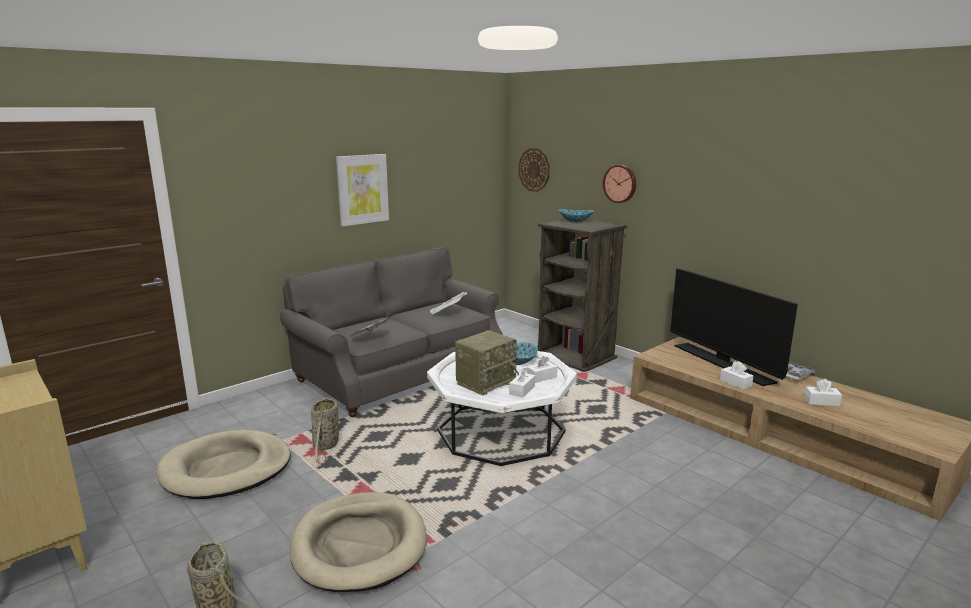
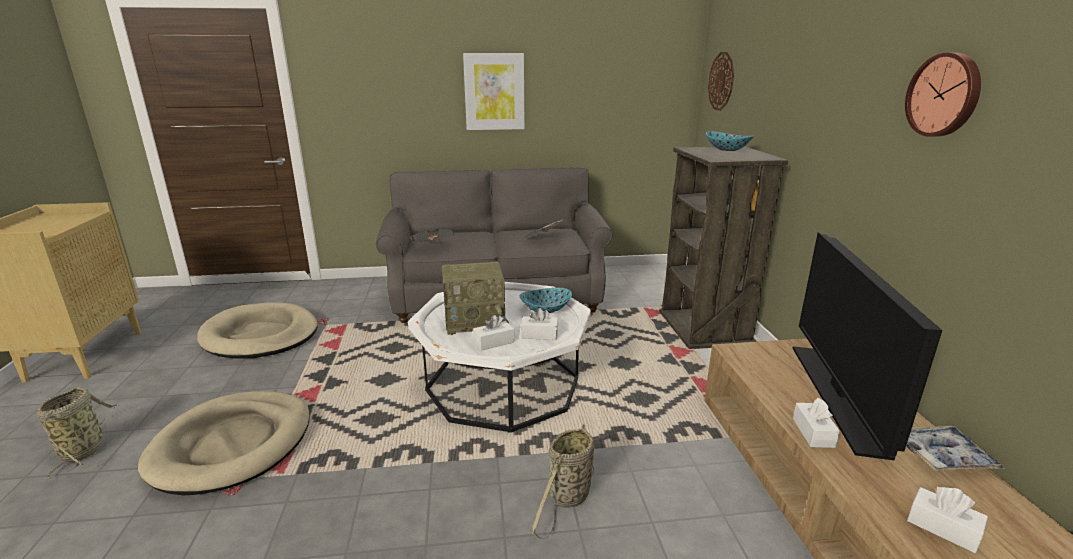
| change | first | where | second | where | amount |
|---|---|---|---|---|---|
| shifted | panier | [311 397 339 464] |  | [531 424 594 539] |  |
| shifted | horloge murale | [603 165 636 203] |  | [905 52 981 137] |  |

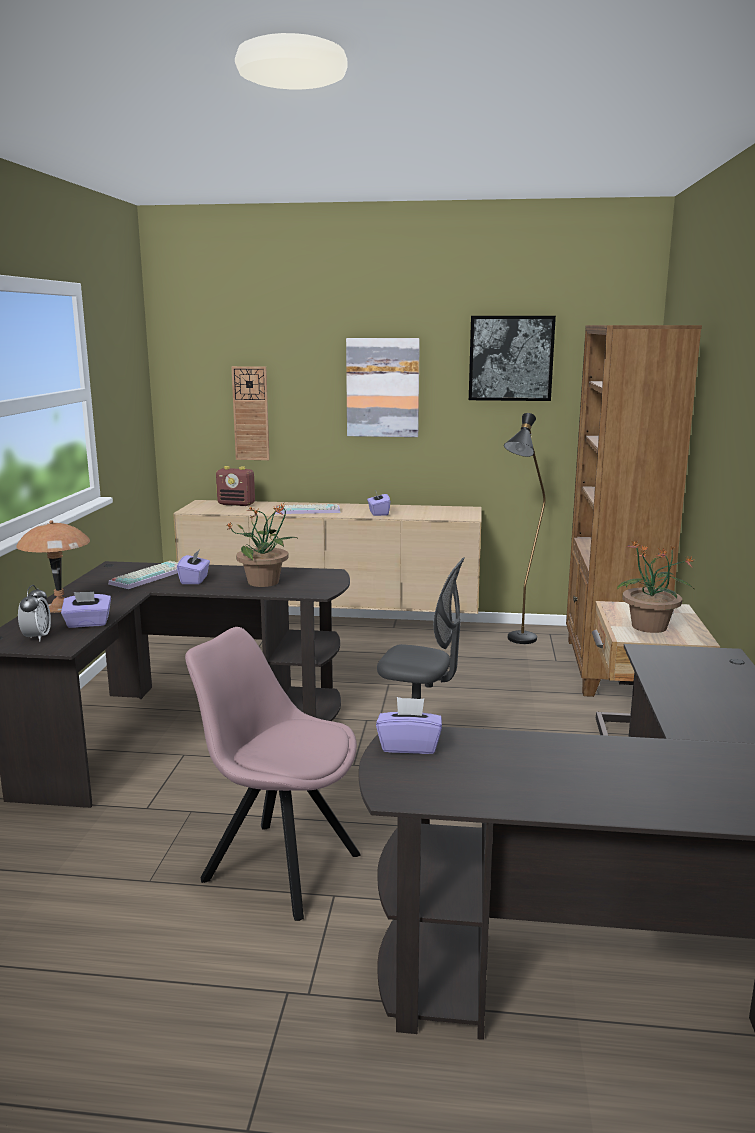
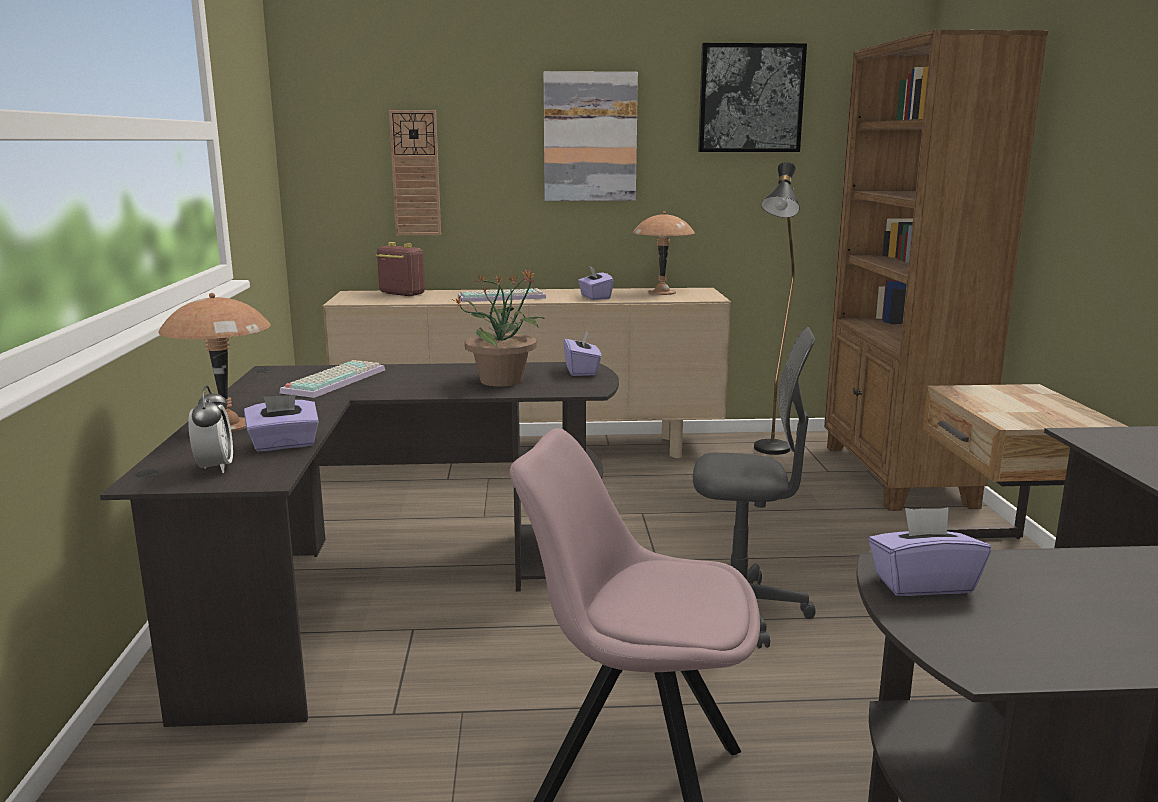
| change | first | where | second | where | amount |
|---|---|---|---|---|---|
| shifted | boîte à mouchoirs (violet) | [177 550 210 584] |  | [563 331 601 376] |  |
| rotated | radio | [216 466 255 506] |  | [376 242 425 296] | 150 degrees counterclockwise |
| gone | plante en pot | [617 541 695 633] |  |  |  |
| new |  |  | lampe de table (marron) | [633 211 695 295] |  |

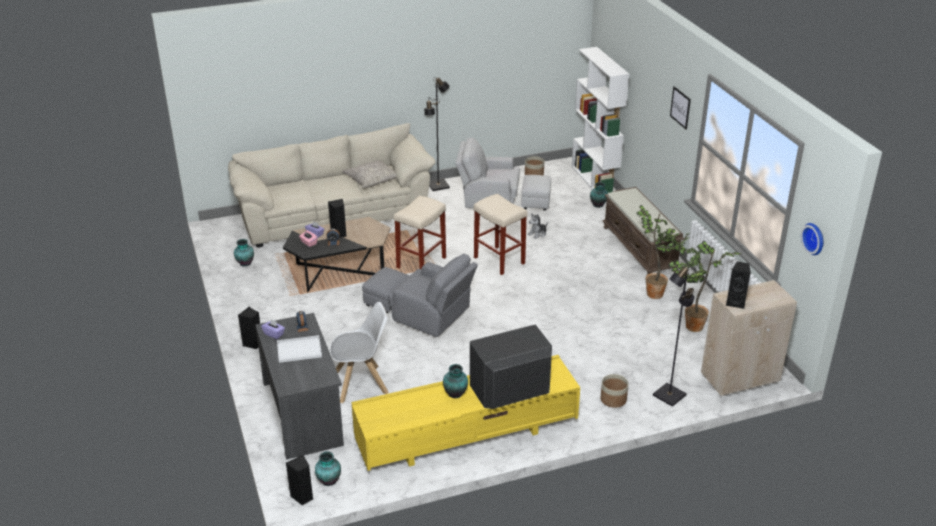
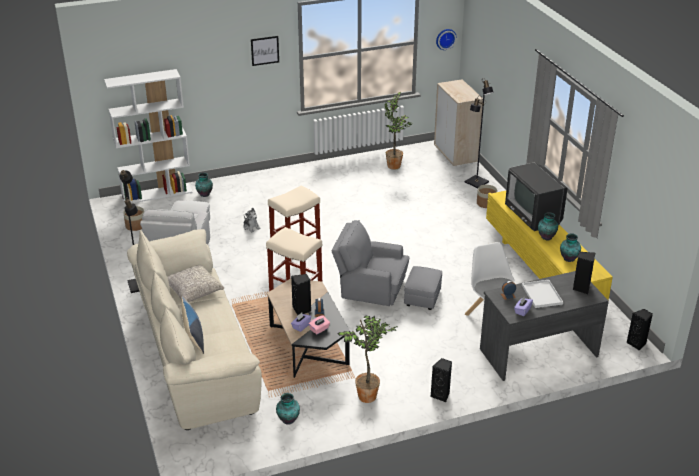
| change | first | where | second | where | amount |
|---|---|---|---|---|---|
| shifted | vase | [315 451 341 486] |  | [560 233 581 262] |  |
| rotated | fauteuil (gris) | [362 253 478 337] |  | [331 220 442 310] | 105 degrees counterclockwise |
| gone | banc (marron) | [602 187 684 275] |  |  |  |
| shifted | plante en pot | [636 205 690 299] |  | [337 316 398 403] |  |
| shifted | enceinte (noir) | [726 262 751 309] |  | [573 252 595 294] |  |
| new |  |  | coussin | [181 297 204 354] |  |

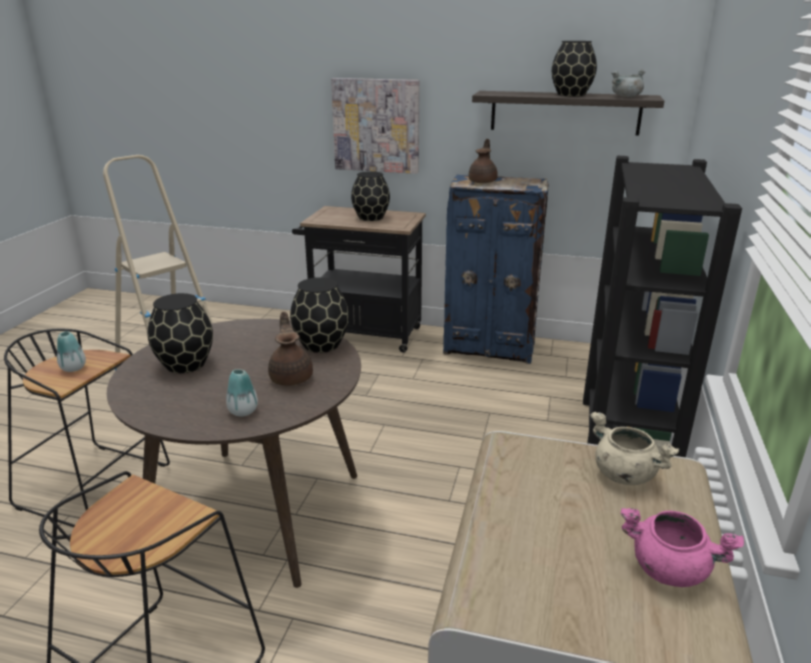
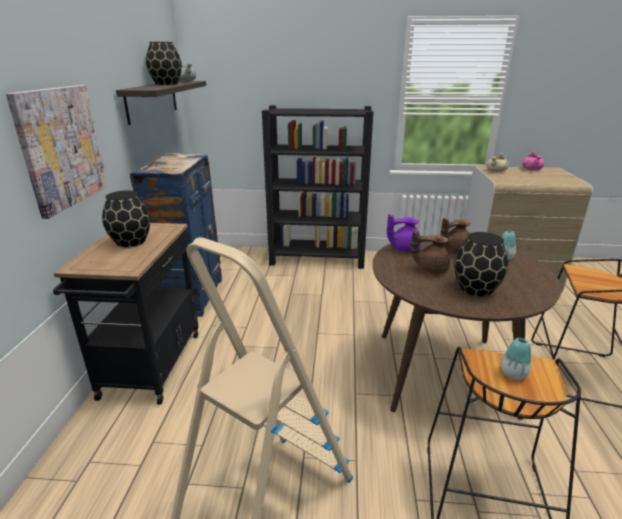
| change | first | where | second | where | amount |
|---|---|---|---|---|---|
| swapped | vase (noir) | [290 277 349 353] | théière (violet) | [387 214 421 252] |  |
| shifted | théière (marron) | [469 139 498 183] |  | [411 230 450 274] |  |

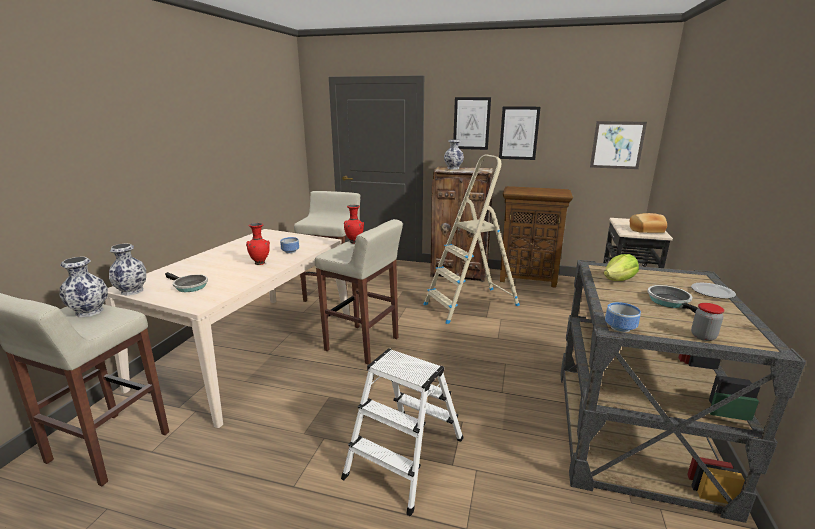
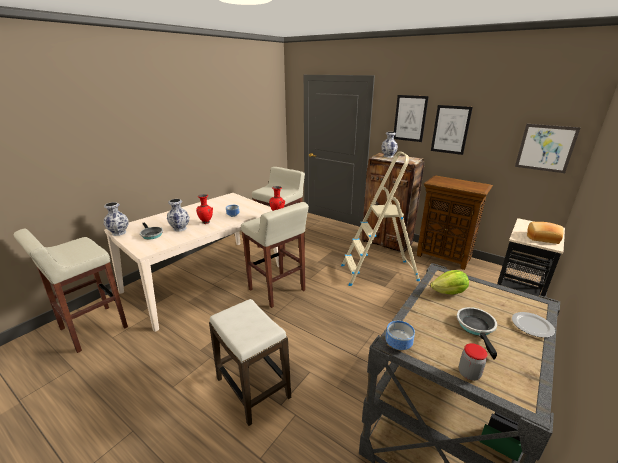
| change | first | where | second | where | amount |
|---|---|---|---|---|---|
| shifted | vase | [60 257 108 318] |  | [167 199 189 232] |  |
| swapped | escabeau (blanc) | [341 348 464 516] | tabouret | [209 299 291 426] |  |

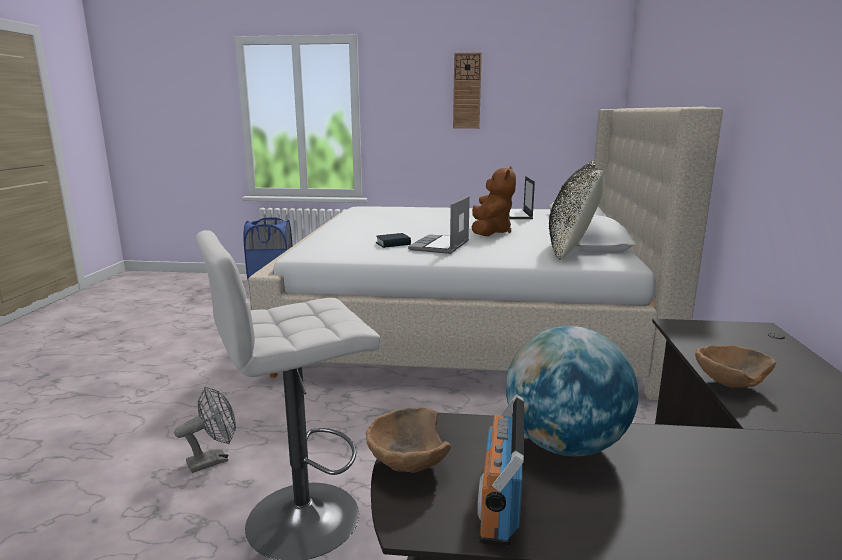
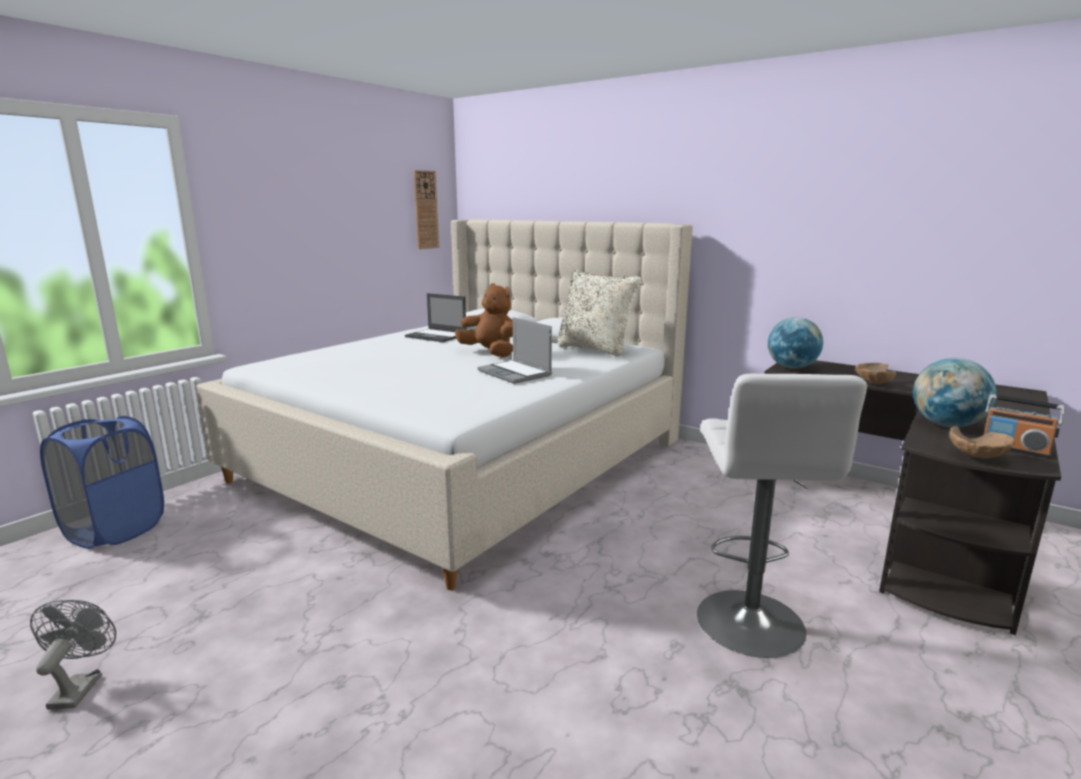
| change | first | where | second | where | amount |
|---|---|---|---|---|---|
| shifted | ventilateur (gris) | [174 387 236 473] |  | [30 600 116 710] |  |
| gone | livre | [376 233 411 248] |  |  |  |
| shifted | horloge murale | [453 53 482 129] |  | [413 170 439 249] |  |
| new |  |  | globe | [768 317 823 369] |  |

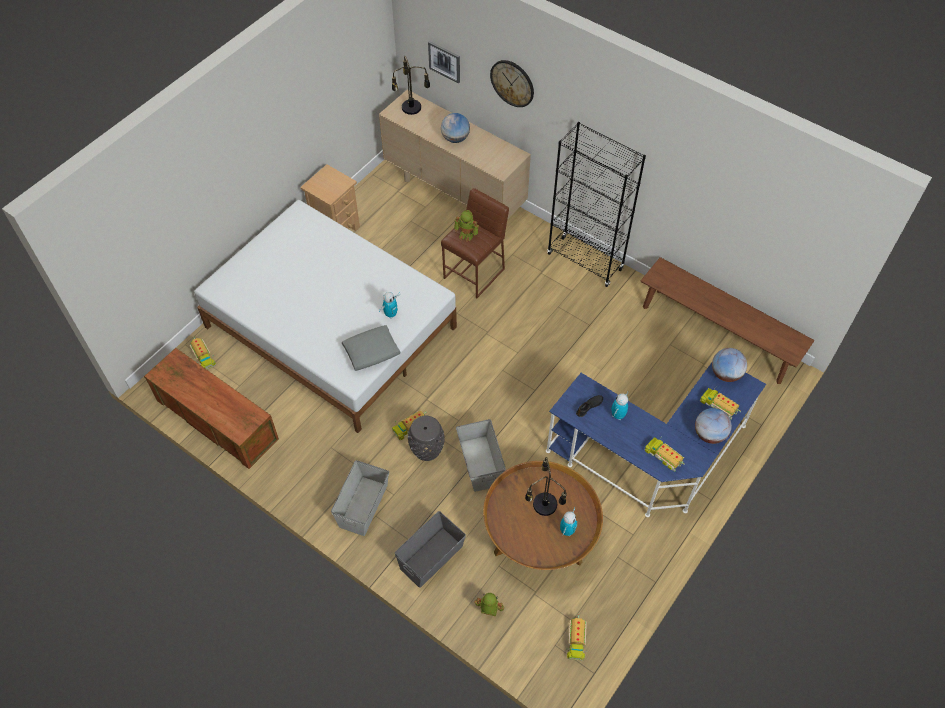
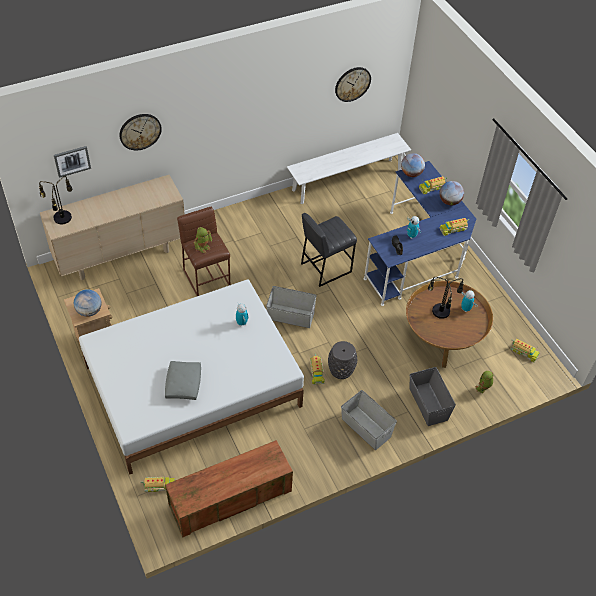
| change | first | where | second | where | amount |
|---|---|---|---|---|---|
| shifted | coussin (gris) | [342 325 401 371] |  | [165 361 201 400] |  |
| shifted | globe | [441 113 470 143] |  | [74 289 101 317] |  |
| shifted | boîte de rangement (gris) | [456 419 506 492] |  | [266 286 317 328] |  |
| gone | bibliothèque (noir) | [547 122 646 287] |  |  |  |
| repainted | banc (marron) | [641 257 815 384] | banc (blanc) | [287 133 411 204] |  |
| new |  |  | tabouret (gris) | [301 213 357 287] |  |
| new |  |  | horloge murale | [335 67 371 102] |  |

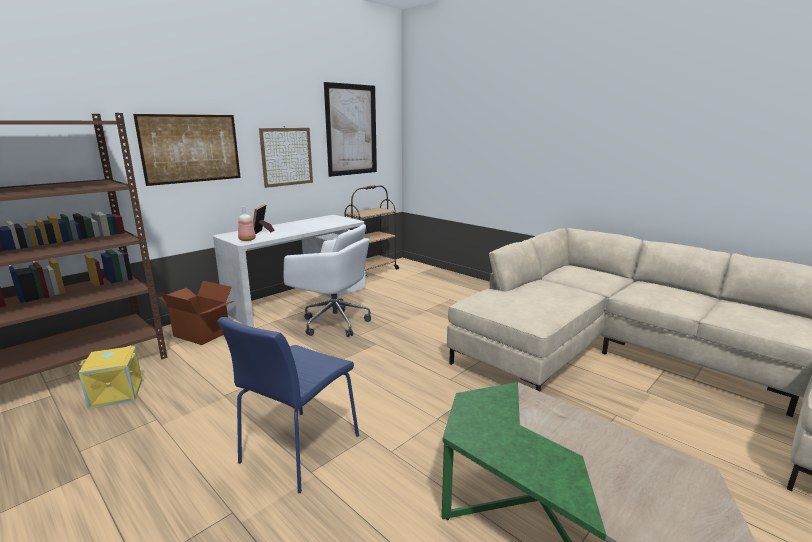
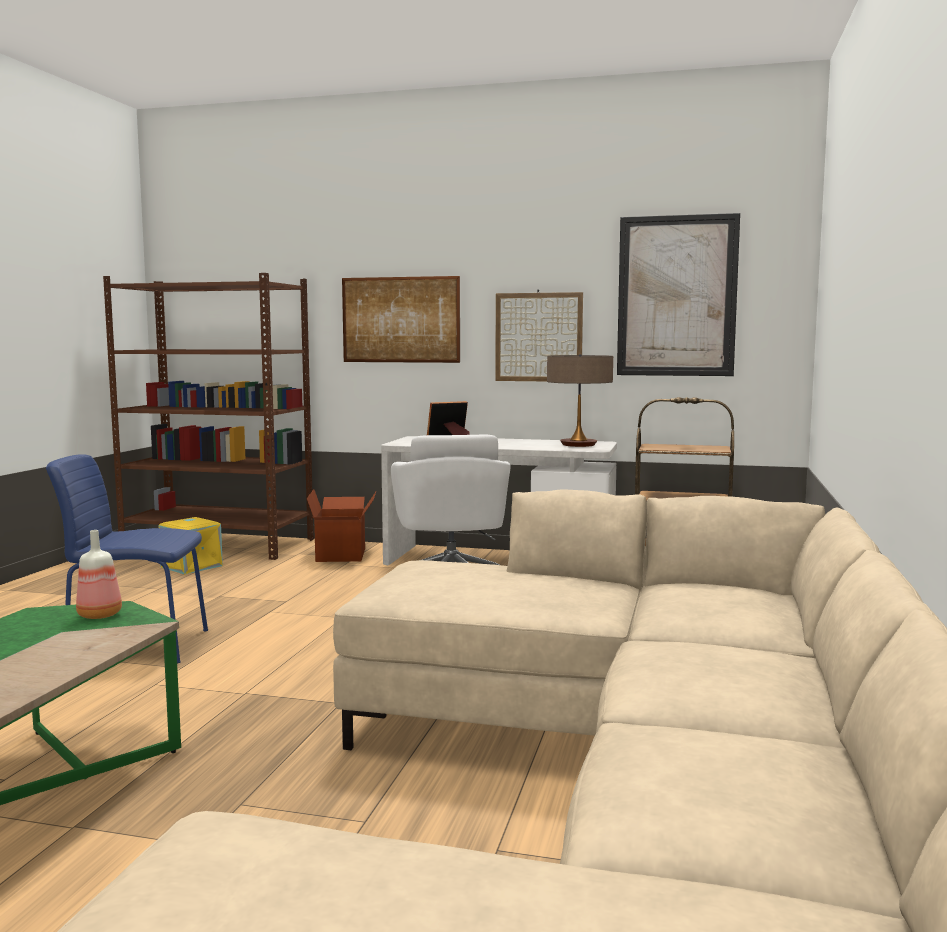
| change | first | where | second | where | amount |
|---|---|---|---|---|---|
| shifted | bouteille | [238 206 256 241] |  | [76 530 122 619] |  |
| new |  |  | lampe de table | [547 354 613 447] |  |

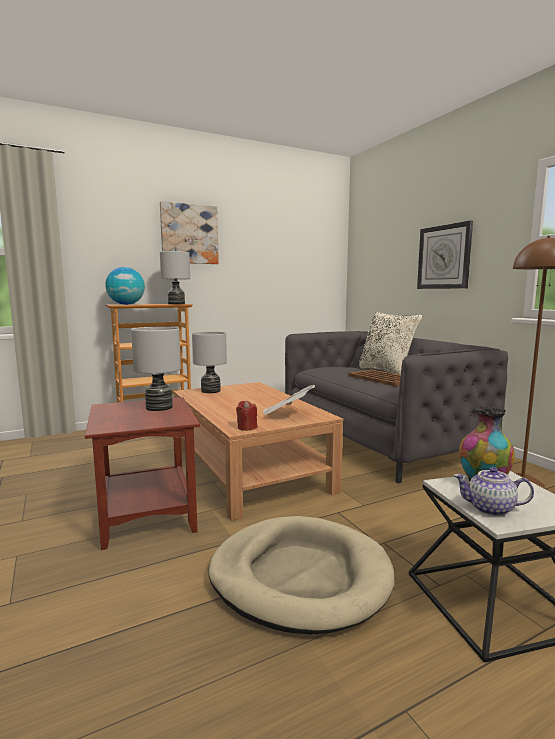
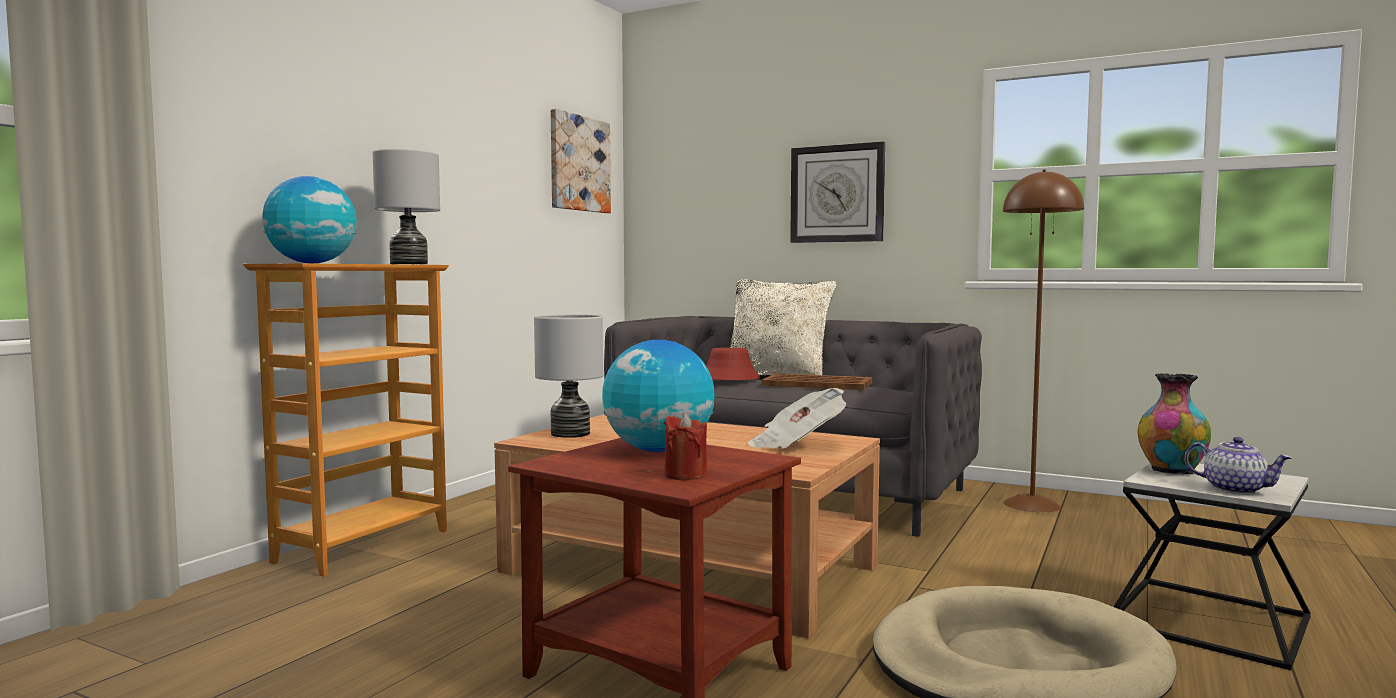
| change | first | where | second | where | amount |
|---|---|---|---|---|---|
| swapped | lampe de table (gris) | [131 327 181 411] | globe | [602 340 715 452] |  |
| shifted | tableau | [160 201 219 264] |  | [551 109 611 213] |  |
| shifted | bougie (rouge) | [236 400 257 431] |  | [664 413 707 480] |  |
| rotated | théière | [454 467 534 516] |  | [1185 437 1293 494] | 120 degrees counterclockwise |
| new |  |  | chapeau (rouge) | [706 348 760 380] |  |

